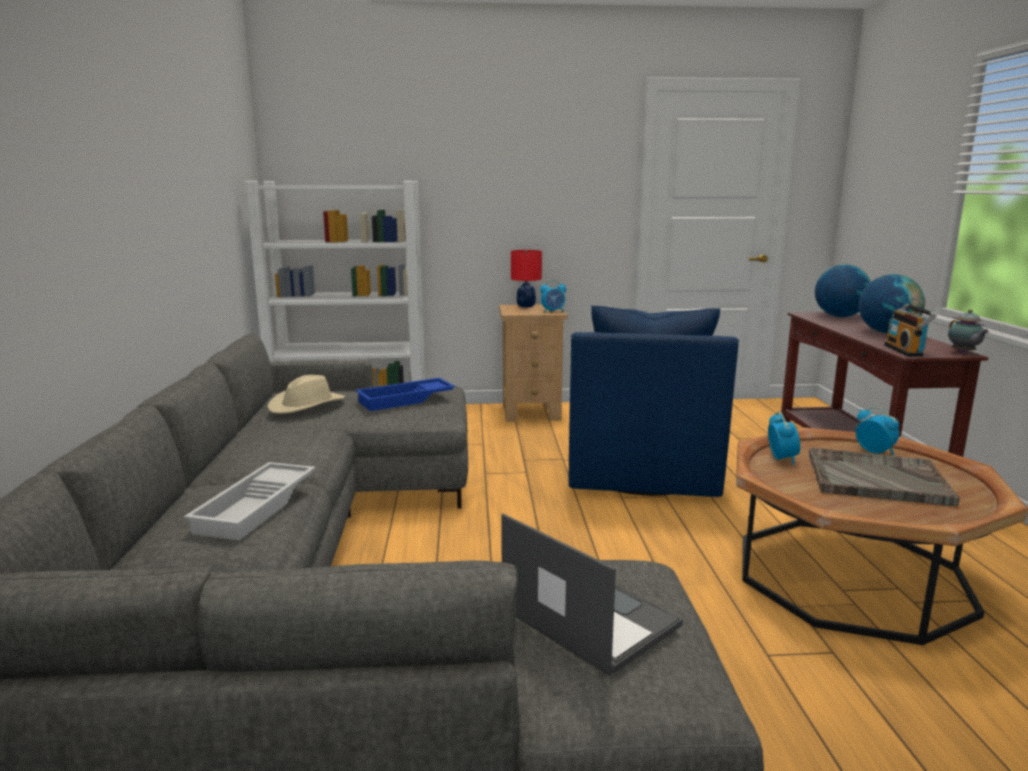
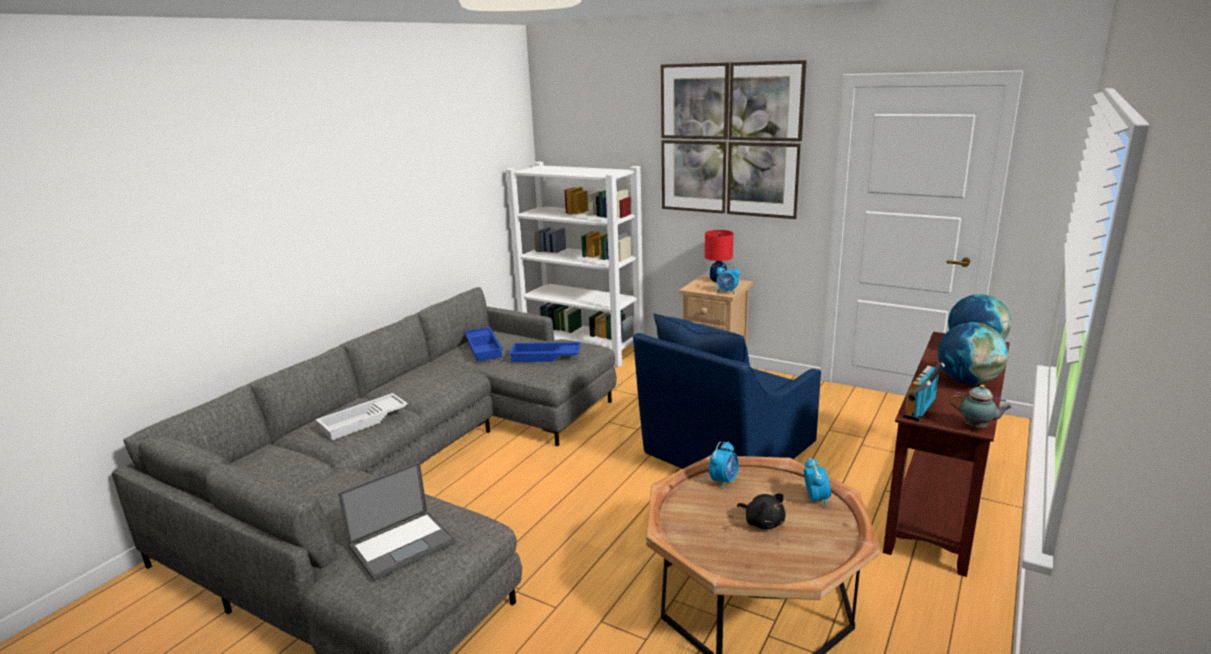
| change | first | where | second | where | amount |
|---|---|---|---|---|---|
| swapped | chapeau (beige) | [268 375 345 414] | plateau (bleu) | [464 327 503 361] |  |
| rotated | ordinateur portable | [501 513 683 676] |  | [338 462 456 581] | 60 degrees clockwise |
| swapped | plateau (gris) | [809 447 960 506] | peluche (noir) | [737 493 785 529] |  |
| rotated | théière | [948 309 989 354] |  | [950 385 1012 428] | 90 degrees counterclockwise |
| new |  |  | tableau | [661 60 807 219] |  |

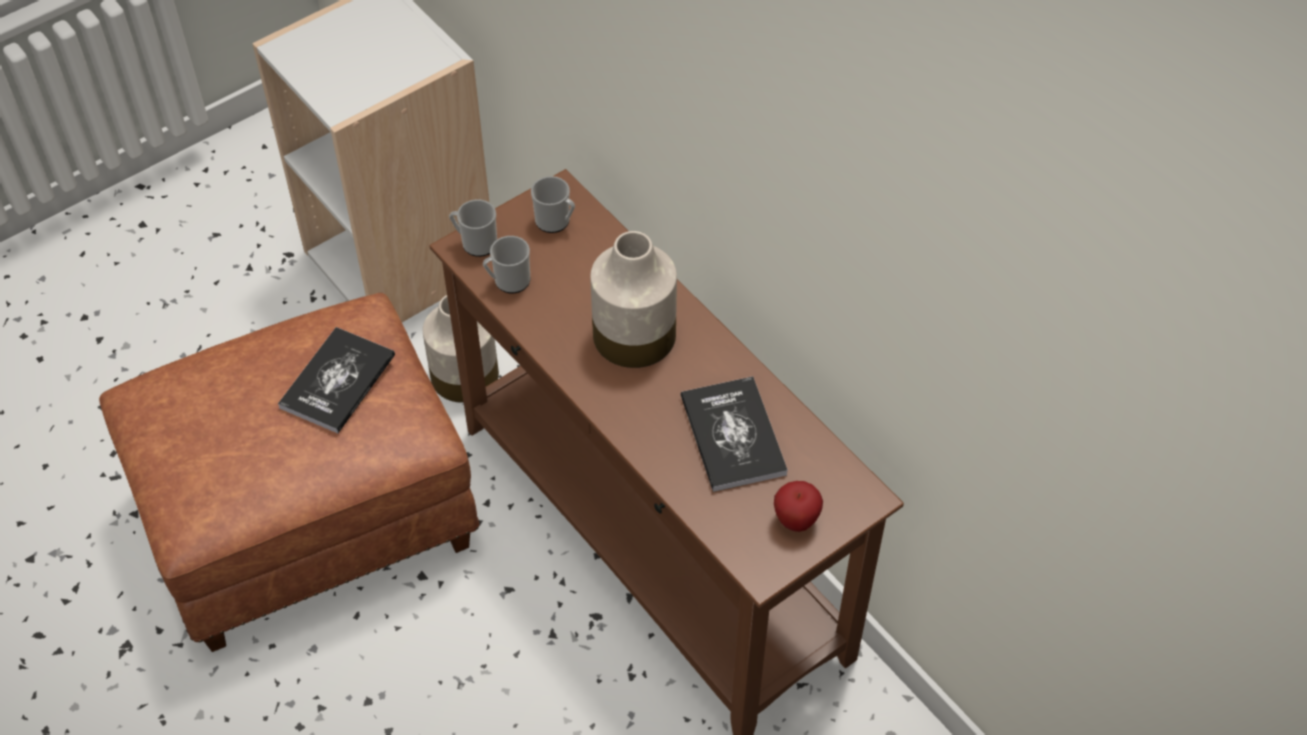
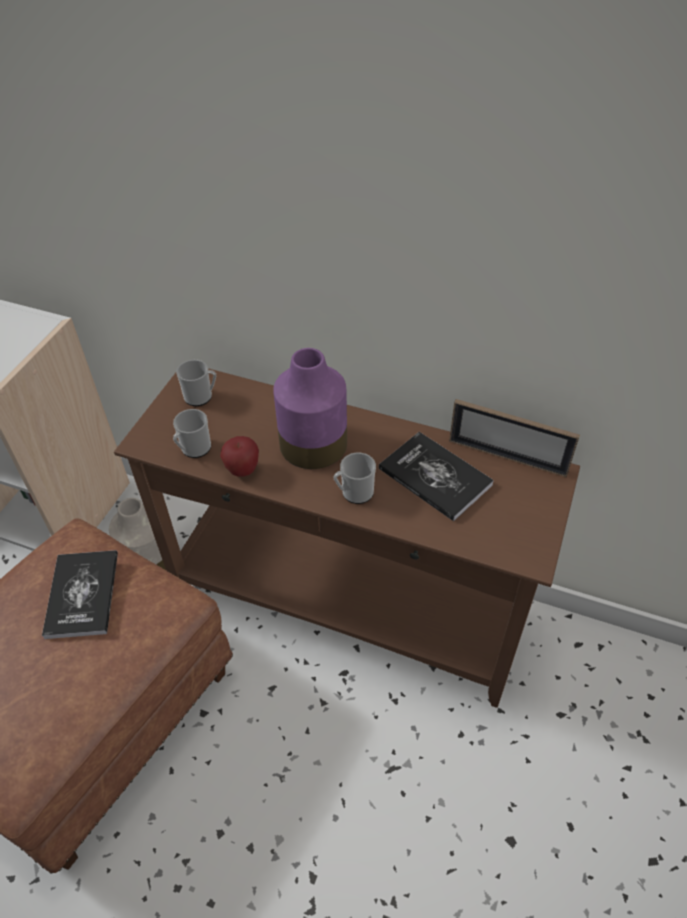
| change | first | where | second | where | amount |
|---|---|---|---|---|---|
| shifted | mug | [449 199 497 257] |  | [333 453 376 504] |  |
| repainted | vase (beige) | [590 231 677 368] | vase (violet) | [273 348 347 469] |  |
| shifted | pomme | [774 481 823 532] |  | [220 436 259 477] |  |
| new |  |  | cadre photo | [449 399 580 477] |  |

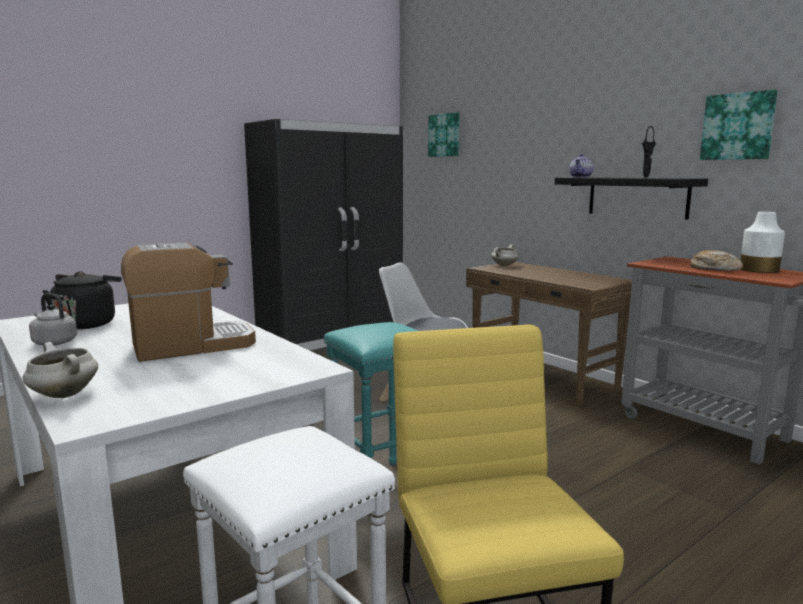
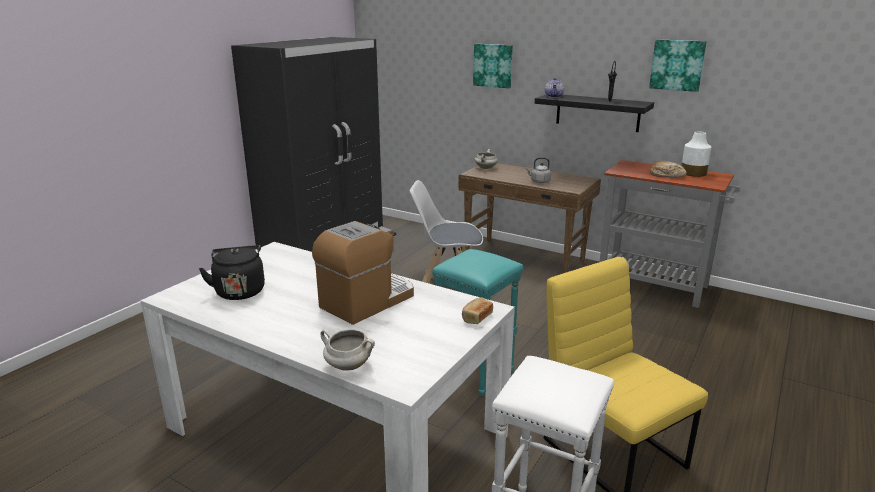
| change | first | where | second | where | amount |
|---|---|---|---|---|---|
| shifted | bouilloire (gris) | [29 293 77 346] |  | [526 157 551 183] |  |
| shifted | tableau | [428 112 459 157] |  | [473 44 513 88] |  |
| new |  |  | pain | [462 298 493 324] |  |

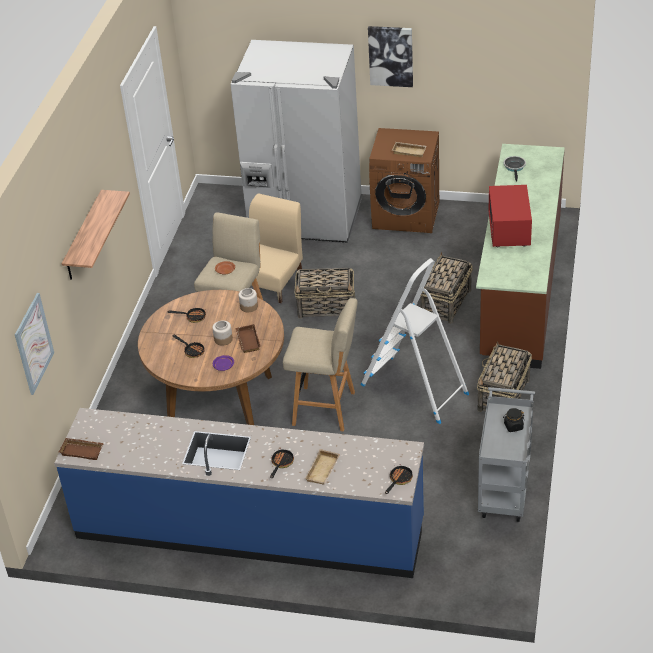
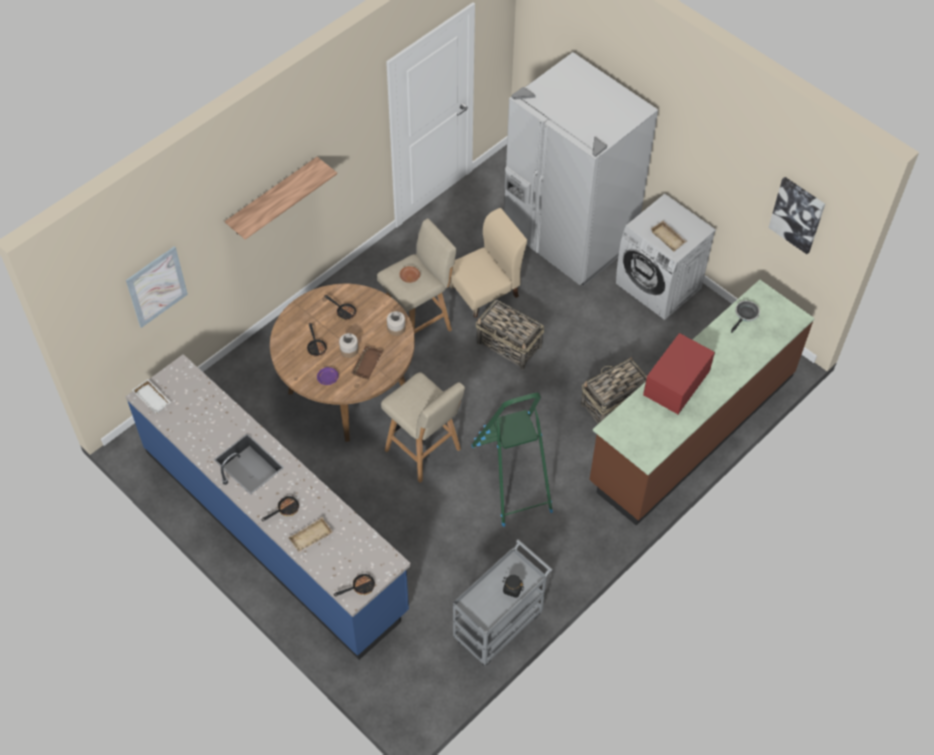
| change | first | where | second | where | amount |
|---|---|---|---|---|---|
| repainted | plateau (marron) | [59 438 104 460] | plateau (blanc) | [133 379 171 414] |  |
| repainted | escabeau (blanc) | [360 258 469 424] | escabeau (vert) | [471 393 553 527] |  |
| shifted | tableau | [368 26 413 87] |  | [768 177 825 254] |  |
| repainted | lave-linge (marron) | [369 128 439 233] | lave-linge (blanc) | [616 194 716 320] |  |
| gone | panier | [477 341 532 412] |  |  |  |

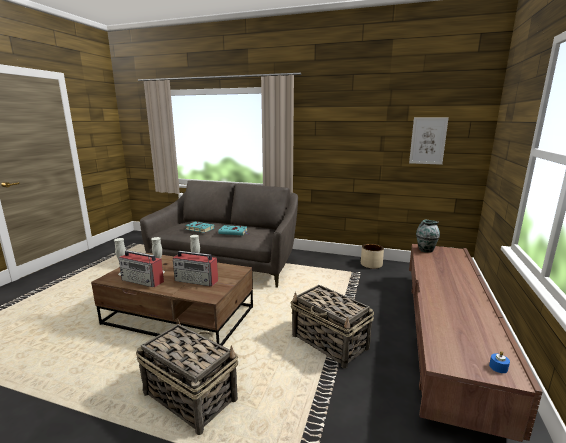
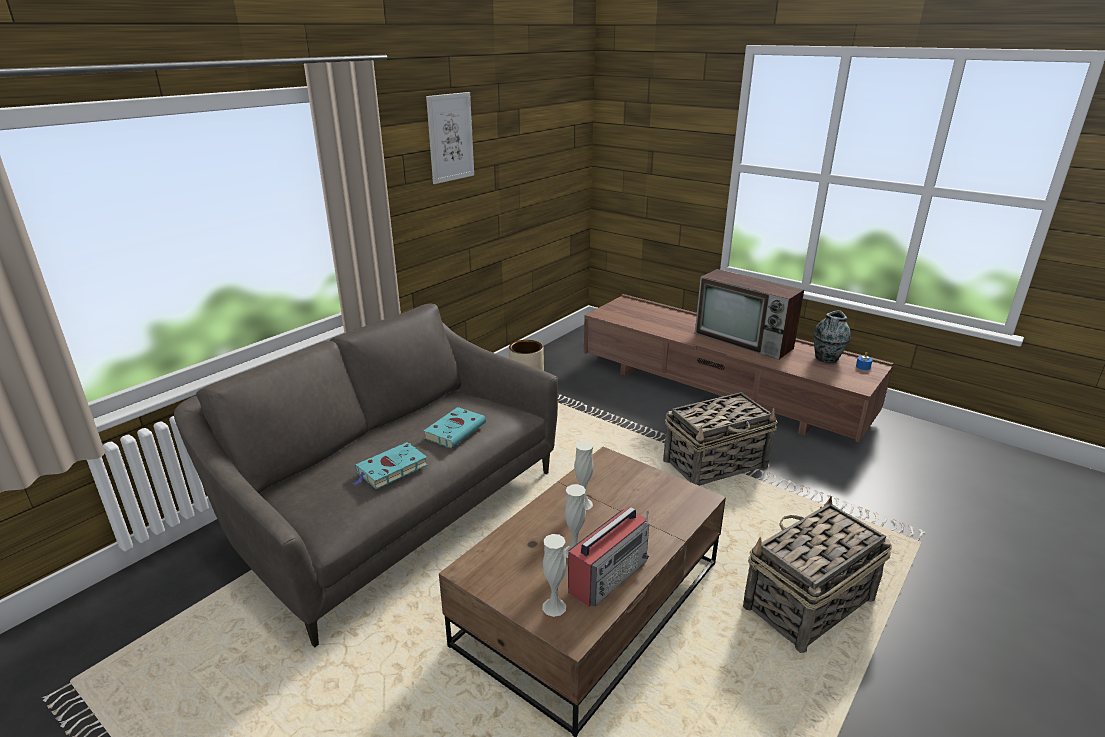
| change | first | where | second | where | amount |
|---|---|---|---|---|---|
| gone | radio | [173 251 218 286] |  |  |  |
| shifted | tableau | [409 118 449 165] |  | [426 92 474 184] |  |
| shifted | vase | [416 220 440 253] |  | [814 310 851 363] |  |
| new |  |  | téléviseur | [695 269 804 360] |  |

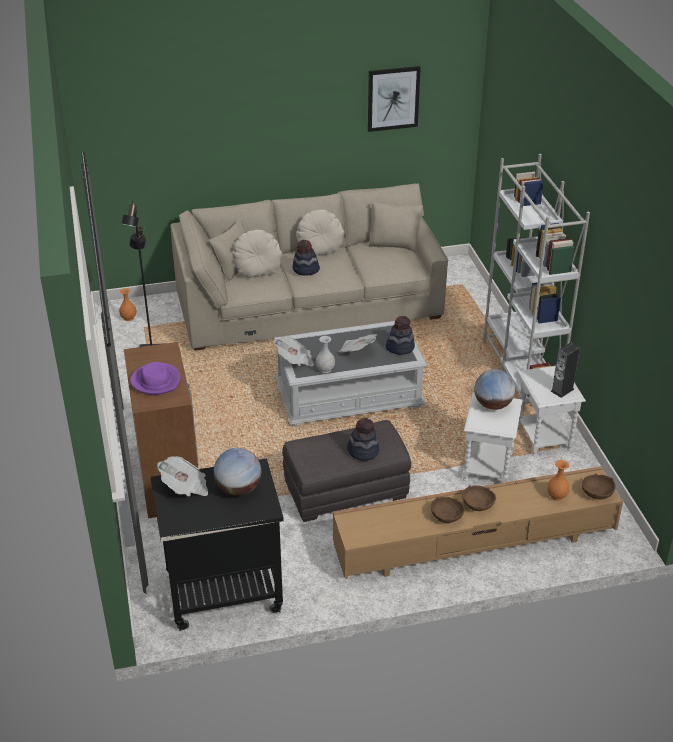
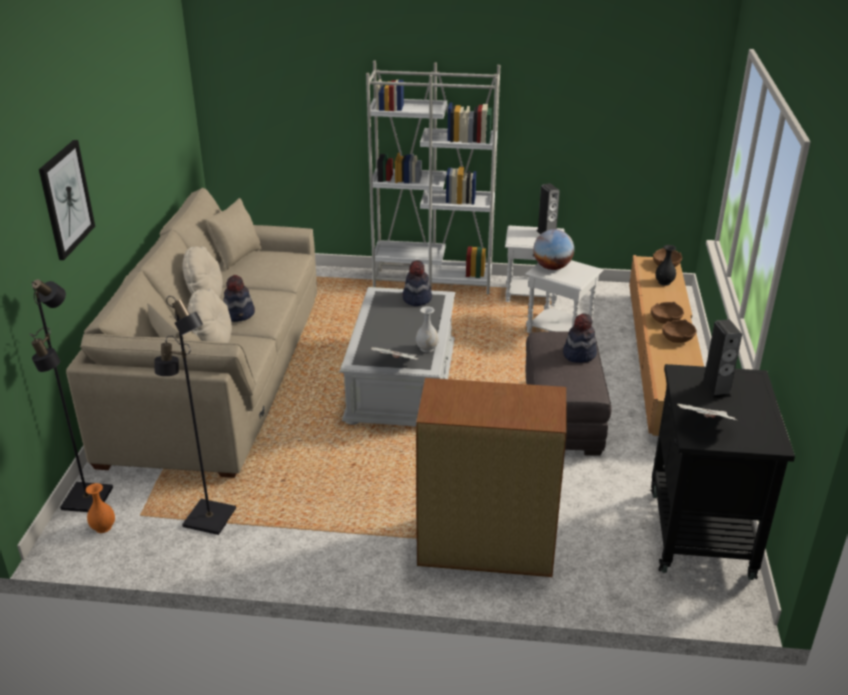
| change | first | where | second | where | amount |
|---|---|---|---|---|---|
| gone | chapeau (violet) | [130 362 181 395] |  |  |  |
| swapped | globe | [213 448 261 496] | enceinte | [701 319 742 399] |  |
| gone | journal | [339 334 377 352] |  |  |  |
| shifted | tableau | [368 66 421 132] |  | [39 140 95 260] |  |
| repainted | vase (orange) | [547 460 569 501] | vase (noir) | [655 245 676 286] |  |
| new |  |  | lampadaire (noir) | [29 279 113 512] |  |

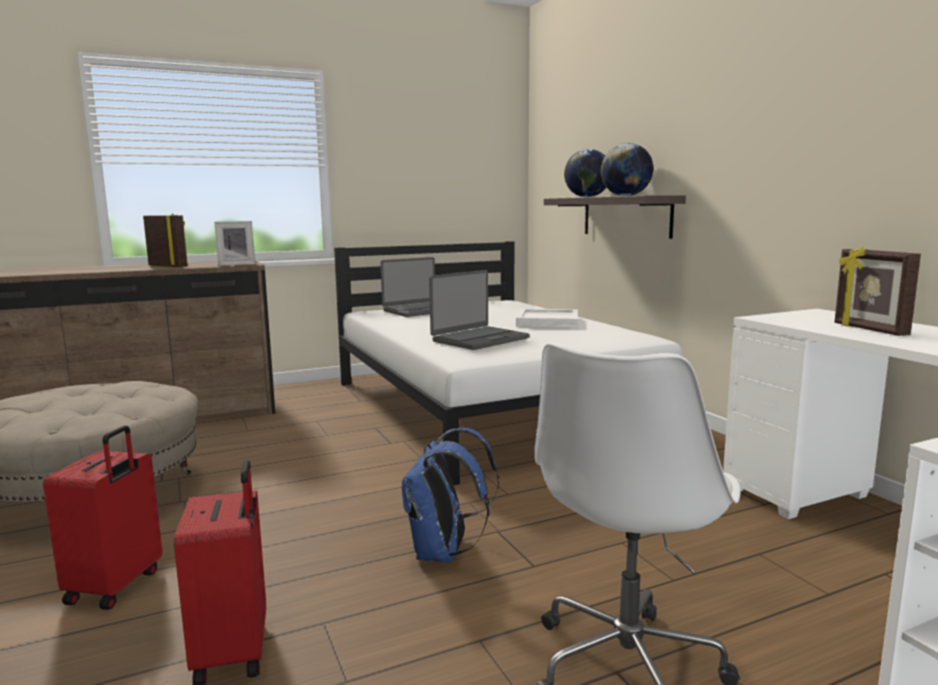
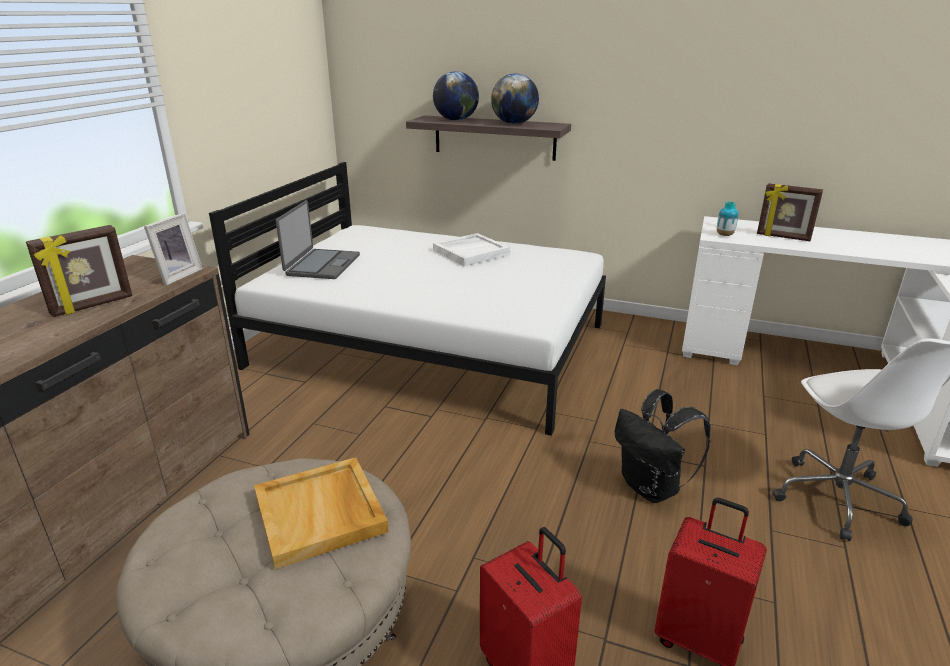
| change | first | where | second | where | amount |
|---|---|---|---|---|---|
| rotated | cadre photo | [143 213 188 267] |  | [26 225 132 317] | 150 degrees clockwise |
| repainted | sac à dos (bleu) | [402 428 499 562] | sac à dos (noir) | [615 389 711 503] |  |
| gone | ordinateur portable | [429 270 529 350] |  |  |  |
| new |  |  | plateau (beige) | [254 457 389 569] |  |
| new |  |  | vase | [717 201 738 236] |  |

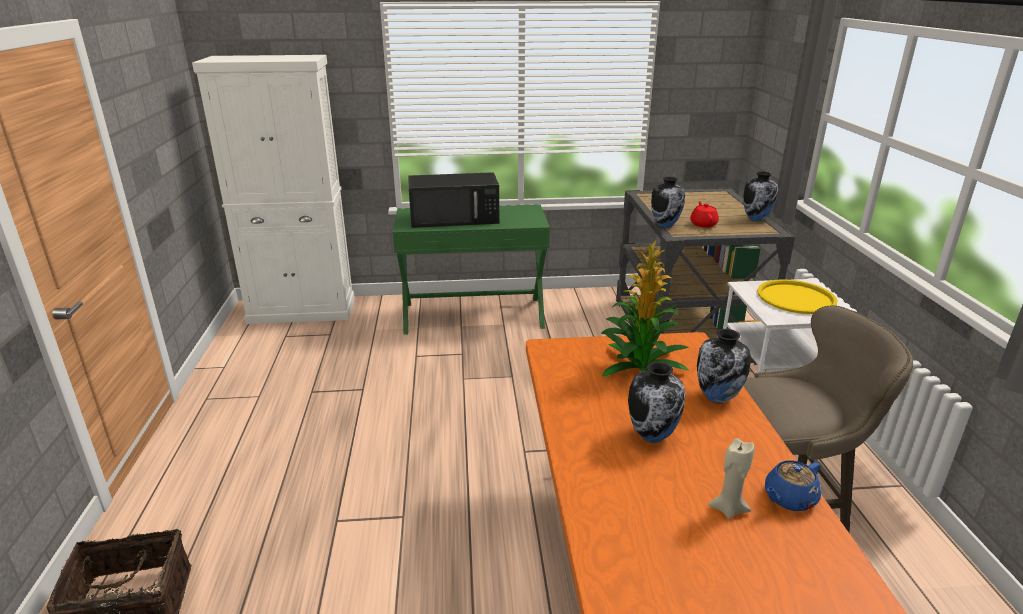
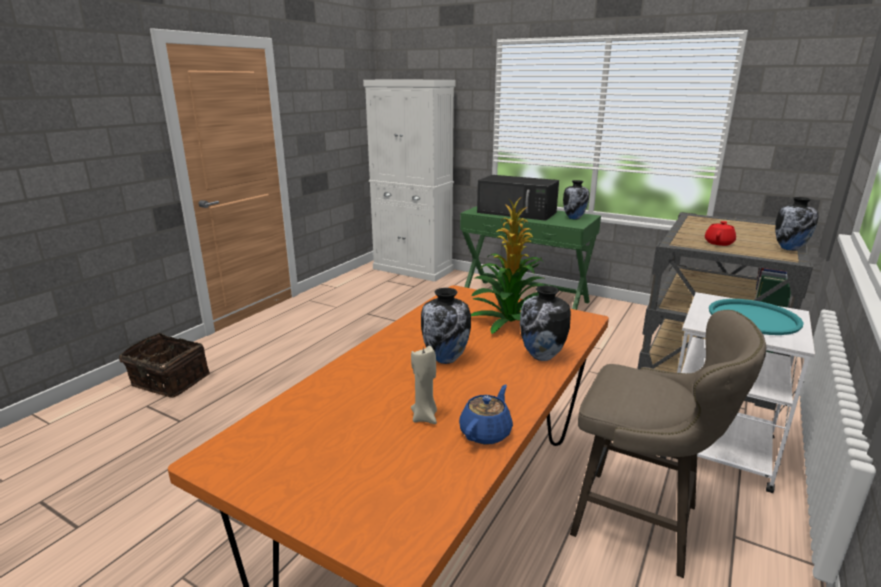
| change | first | where | second | where | amount |
|---|---|---|---|---|---|
| shifted | vase | [651 177 685 228] |  | [563 180 589 220] |  |
| repainted | plateau (jaune) | [757 279 838 314] | plateau (turquoise) | [709 299 804 335] |  |
| rotated | théière (bleu) | [765 461 821 511] |  | [459 384 513 445] | 120 degrees clockwise |

